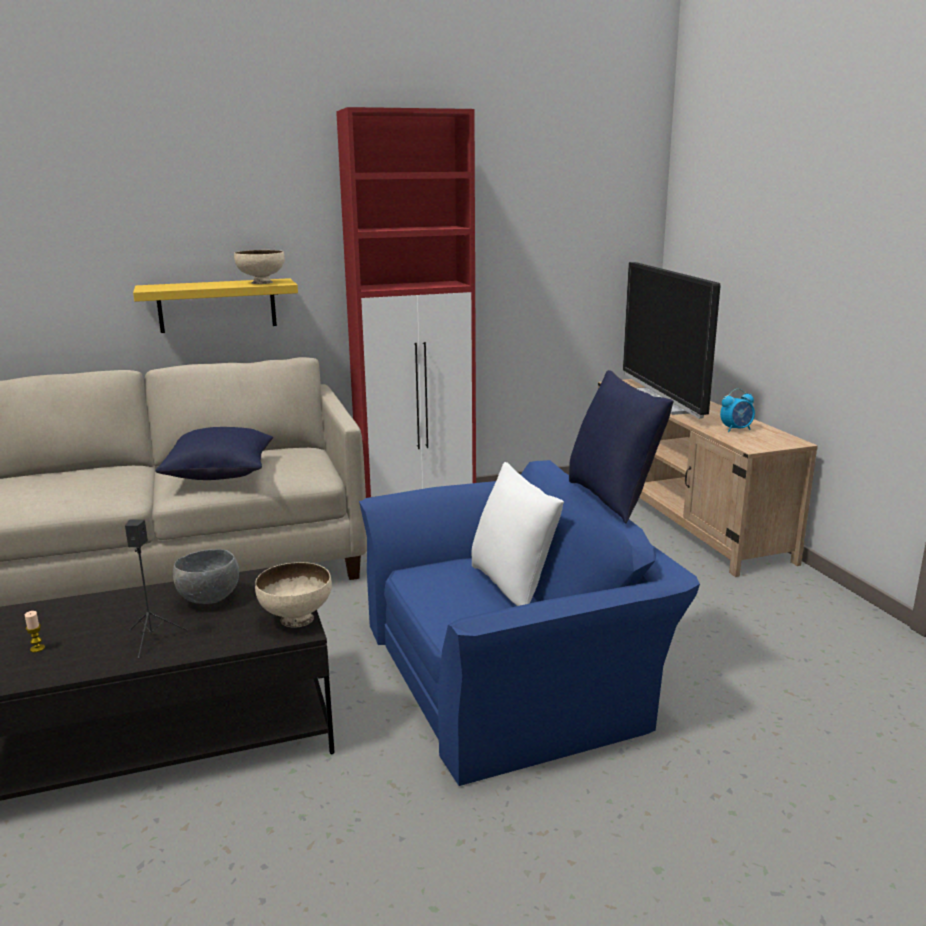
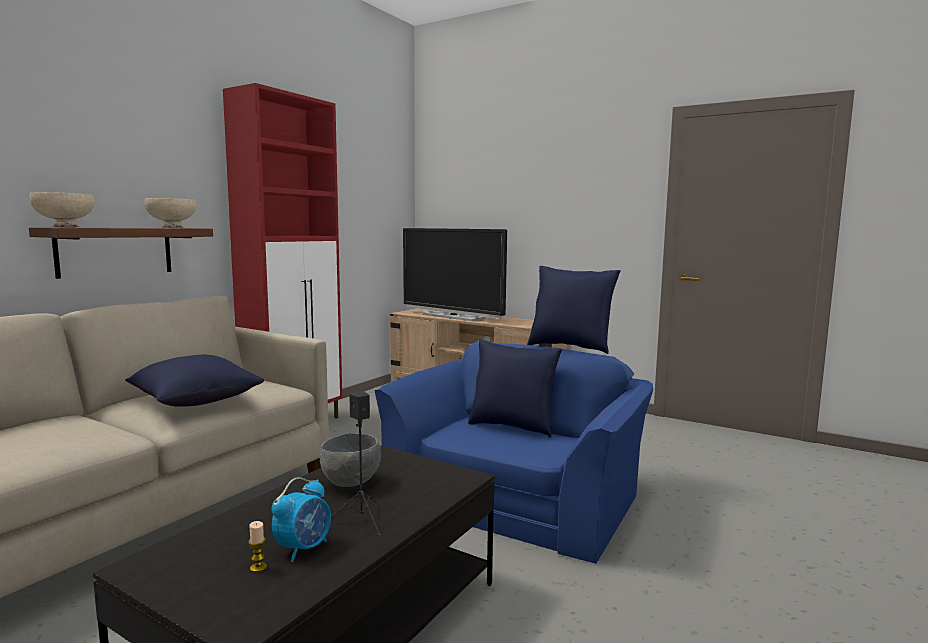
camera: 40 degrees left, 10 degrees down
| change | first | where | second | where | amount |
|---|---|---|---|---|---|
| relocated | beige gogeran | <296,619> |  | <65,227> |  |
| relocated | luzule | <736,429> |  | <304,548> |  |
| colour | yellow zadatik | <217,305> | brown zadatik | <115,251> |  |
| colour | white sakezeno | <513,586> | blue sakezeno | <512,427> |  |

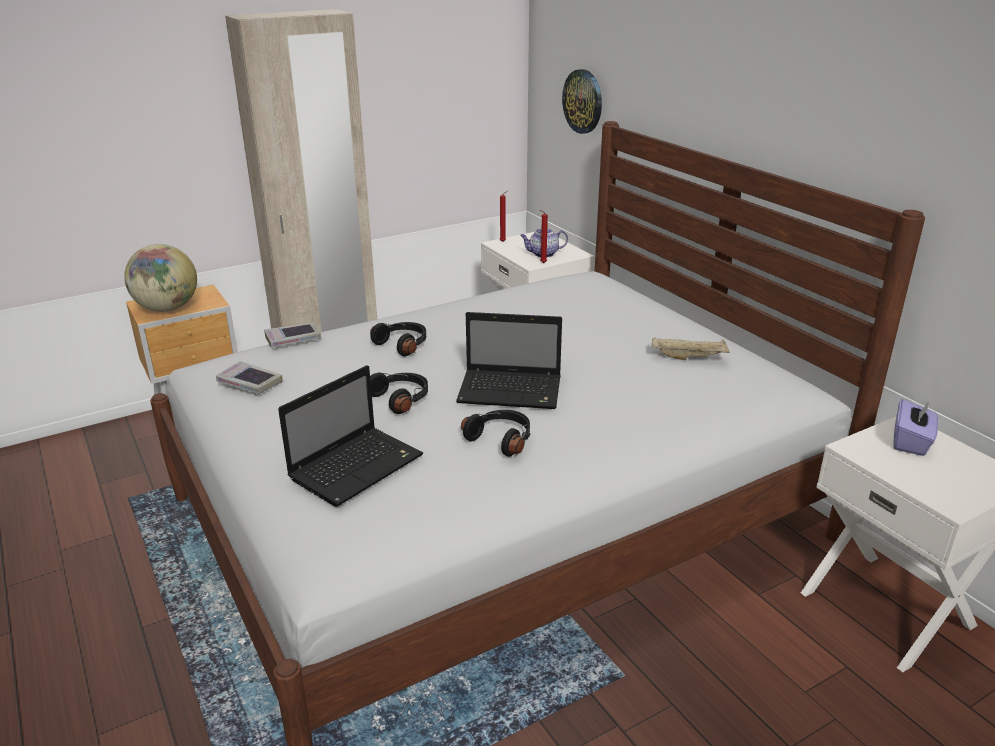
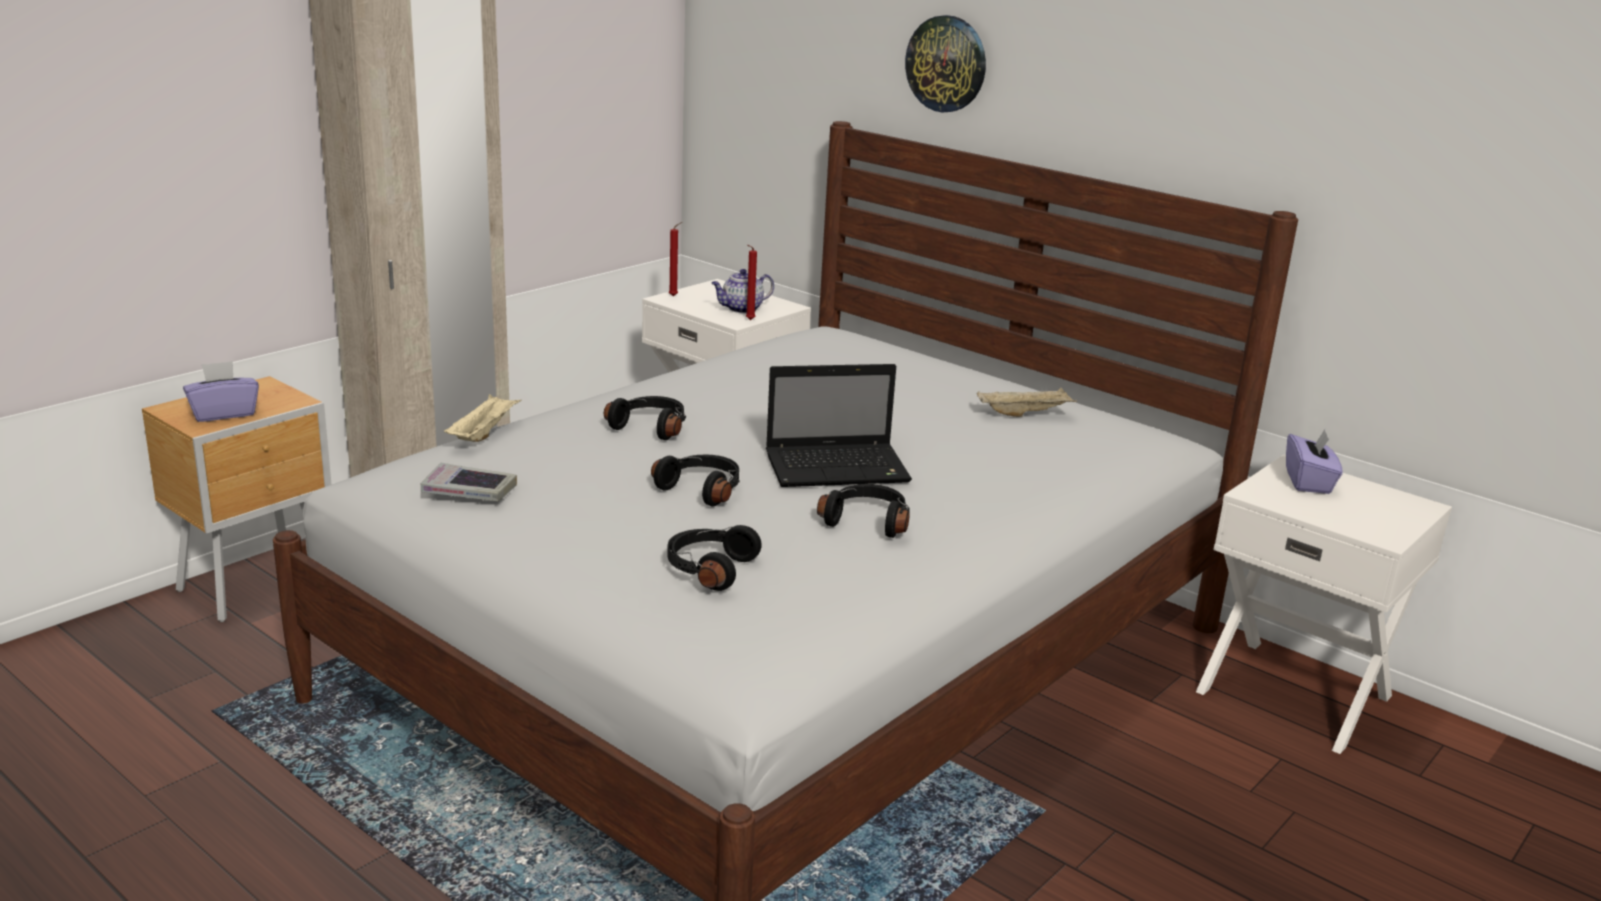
camera: 20 degrees left, 5 degrees down
| change | first | where | second | where | amount |
|---|---|---|---|---|---|
| relocated | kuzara | <583,101> |  | <946,64> |  |
| exchanged | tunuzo | <167,309> | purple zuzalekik | <223,413> |  |
| exchanged | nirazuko | <293,339> | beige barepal | <483,433> |  |
| exchanged | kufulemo | <358,466> | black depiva | <708,569> |  |

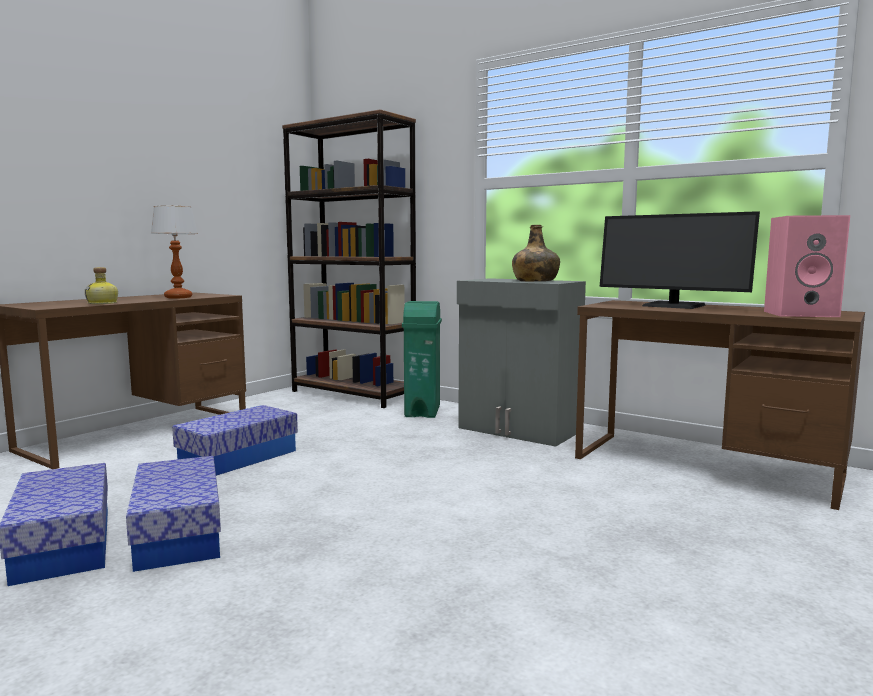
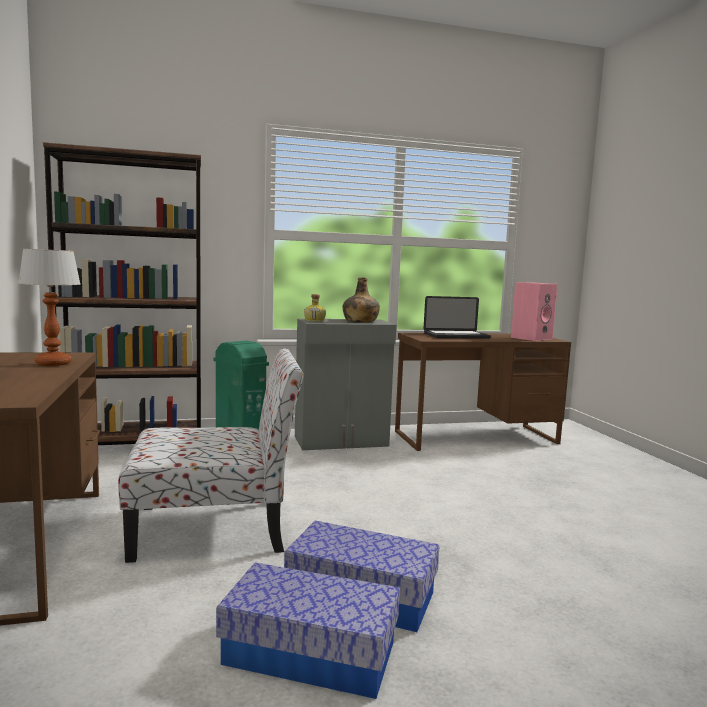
camera: 50 degrees left, 0 degrees up
| change | first | where | second | where | amount |
|---|---|---|---|---|---|
| relocated | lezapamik | <103,303> |  | <315,321> |  |
| exchanged | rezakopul | <238,458> | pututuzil | <214,528> |  |
| exchanged | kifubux | <673,306> | kufulemo | <456,336> |  |

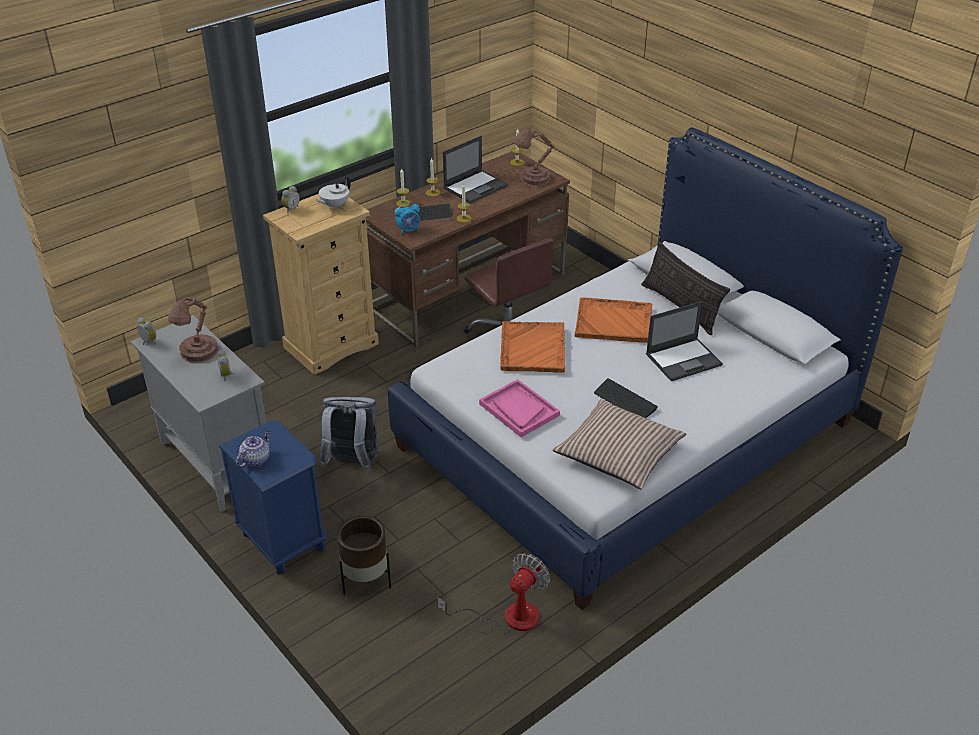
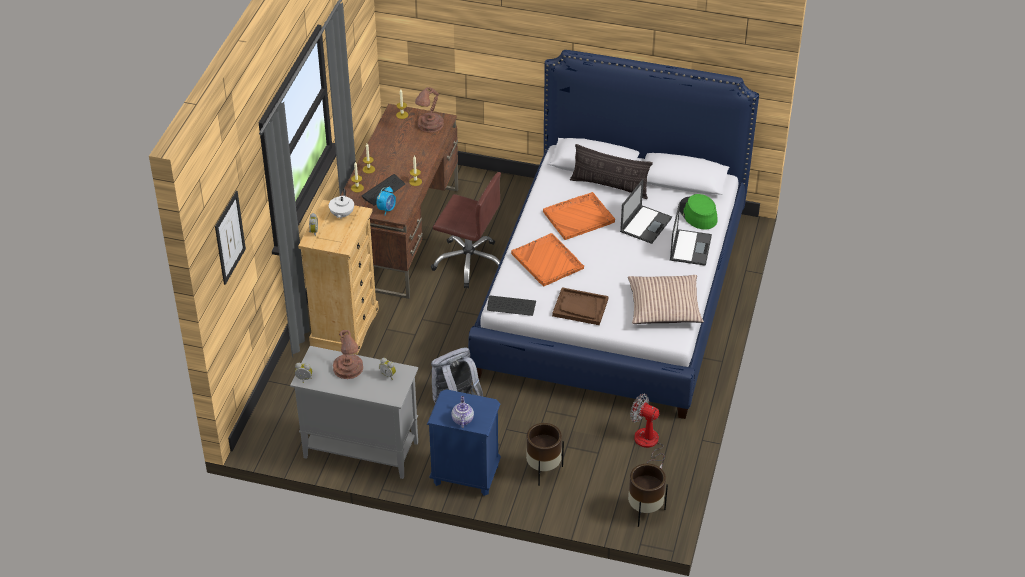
camera: 35 degrees left, 5 degrees up
| change | first | where | second | where | amount |
|---|---|---|---|---|---|
| appeared |  |  | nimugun | <229,237> |  |
| appeared |  |  | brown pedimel | <644,511> |  |
| appeared |  |  | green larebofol | <697,214> |  |
| relocated | kufulemo | <475,187> |  | <690,247> |  |
| relocated | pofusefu | <625,401> |  | <511,306> |  |
| colour | pink barepal | <519,409> | brown barepal | <580,308> |  |
| spun | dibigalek | <508,617> |  | <648,445> | 60 degrees counterclockwise |

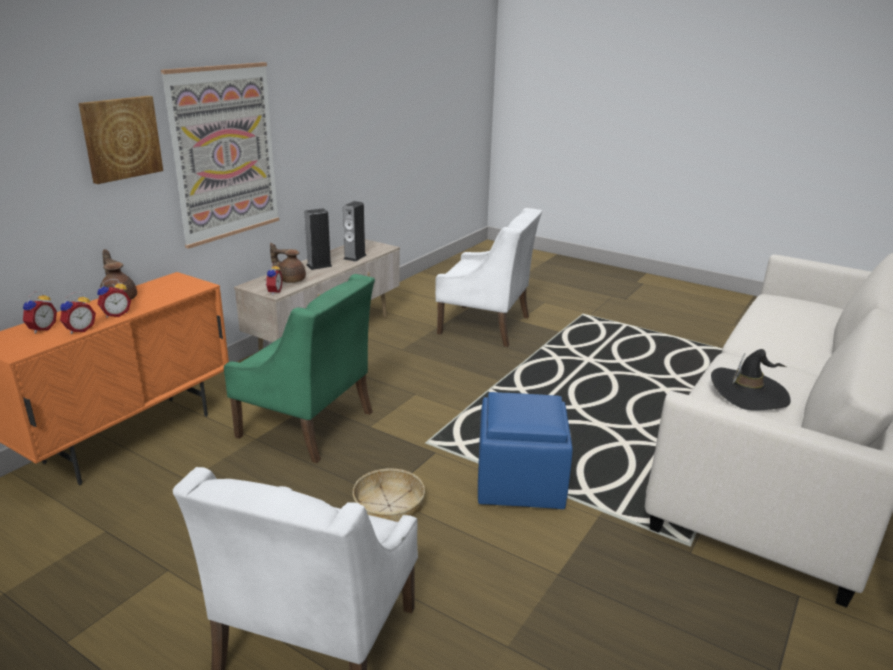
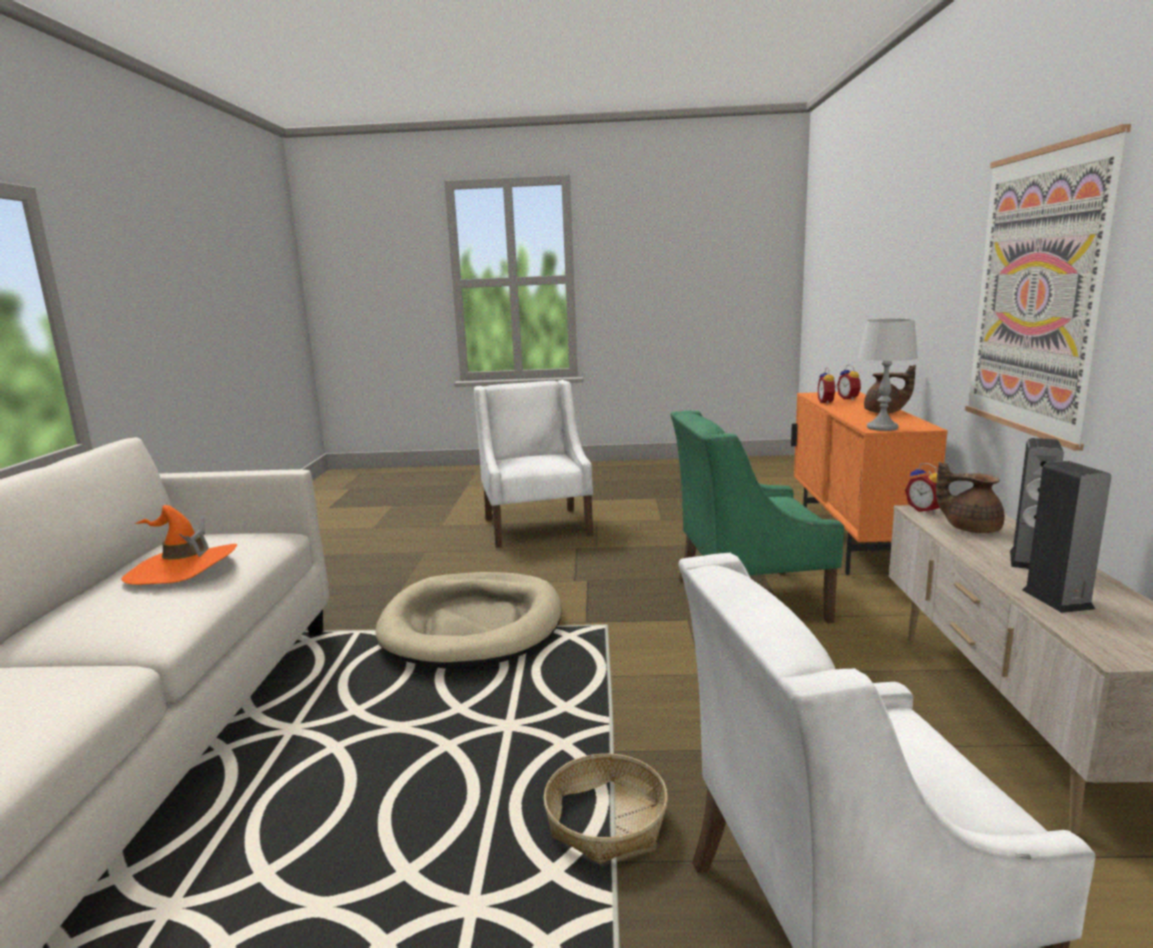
camera: 150 degrees right, 10 degrees down
| change | first | where | second | where | amount |
|---|---|---|---|---|---|
| missing | nimugun | <121,138> |  |  |  |
| missing | luzule | <116,314> |  |  |  |
| appeared |  |  | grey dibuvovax | <881,428> |  |
| relocated | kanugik | <389,505> |  | <605,821> |  |
| exchanged | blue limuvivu | <519,483> | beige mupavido | <473,625> |  |
| colour | black larebofol | <748,392> | orange larebofol | <182,569> |  |
| spun | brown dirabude | <290,279> |  | <970,528> | 135 degrees counterclockwise |

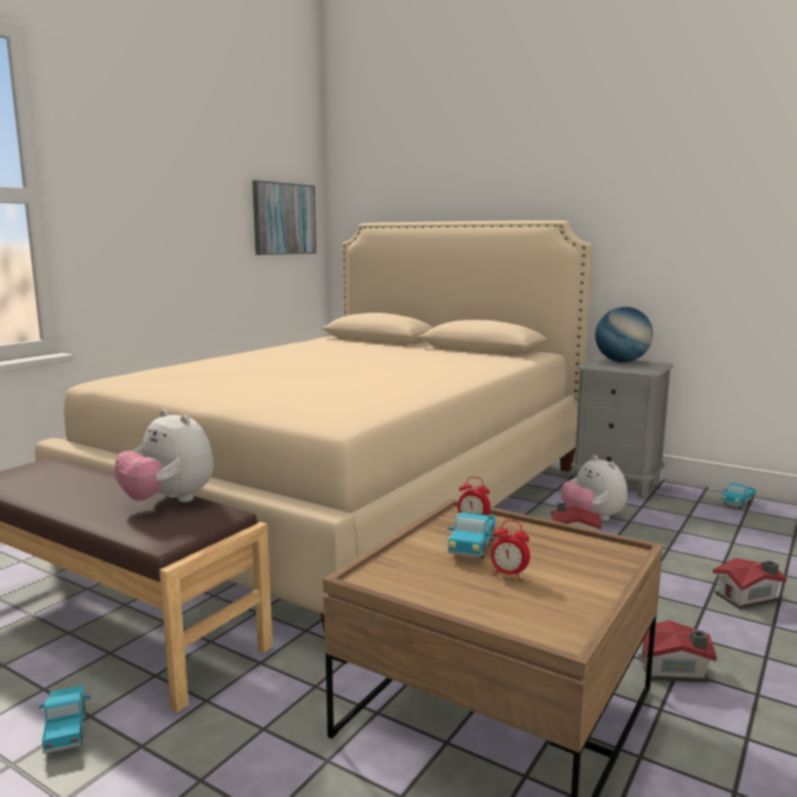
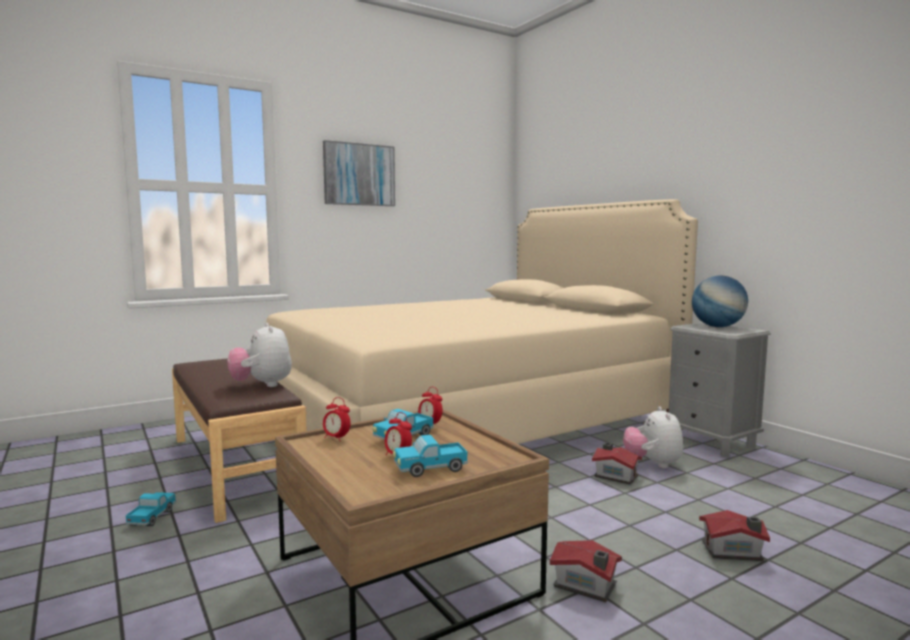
camera: 25 degrees right, 5 degrees down
| change | first | where | second | where | amount |
|---|---|---|---|---|---|
| appeared |  |  | luzule | <336,438> |  |
| relocated | nimugun | <284,219> |  | <359,174> |  |
| relocated | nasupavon | <737,503> |  | <430,469> |  |

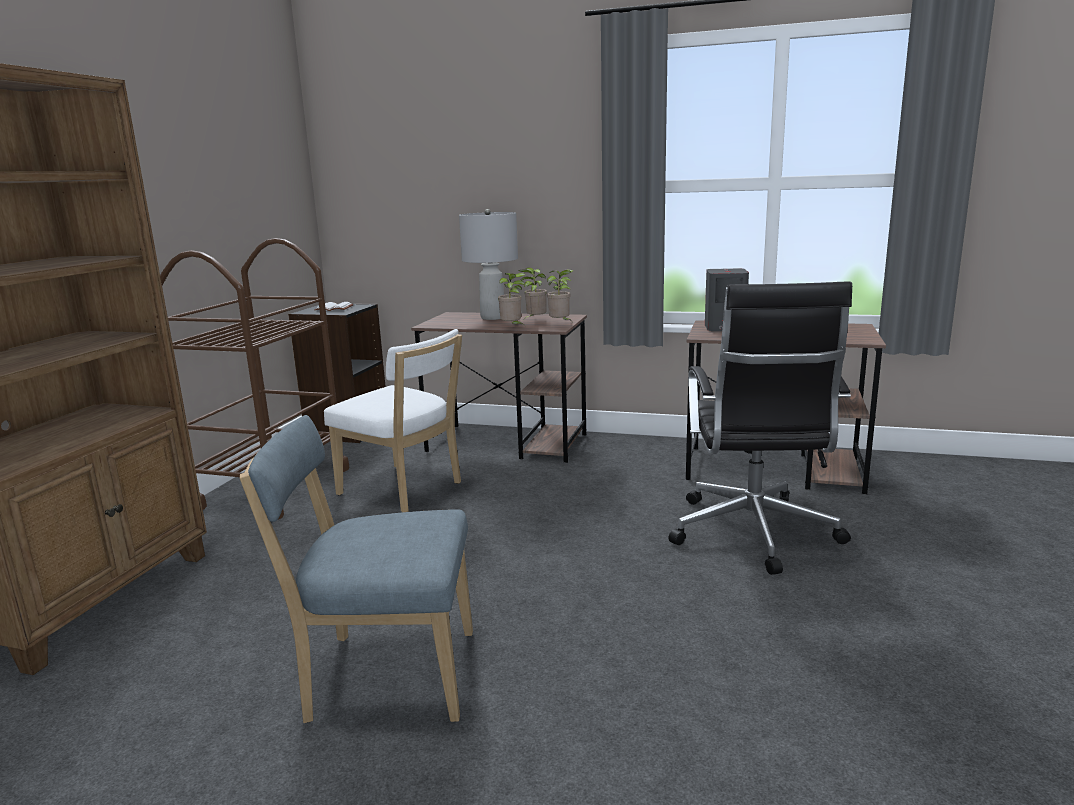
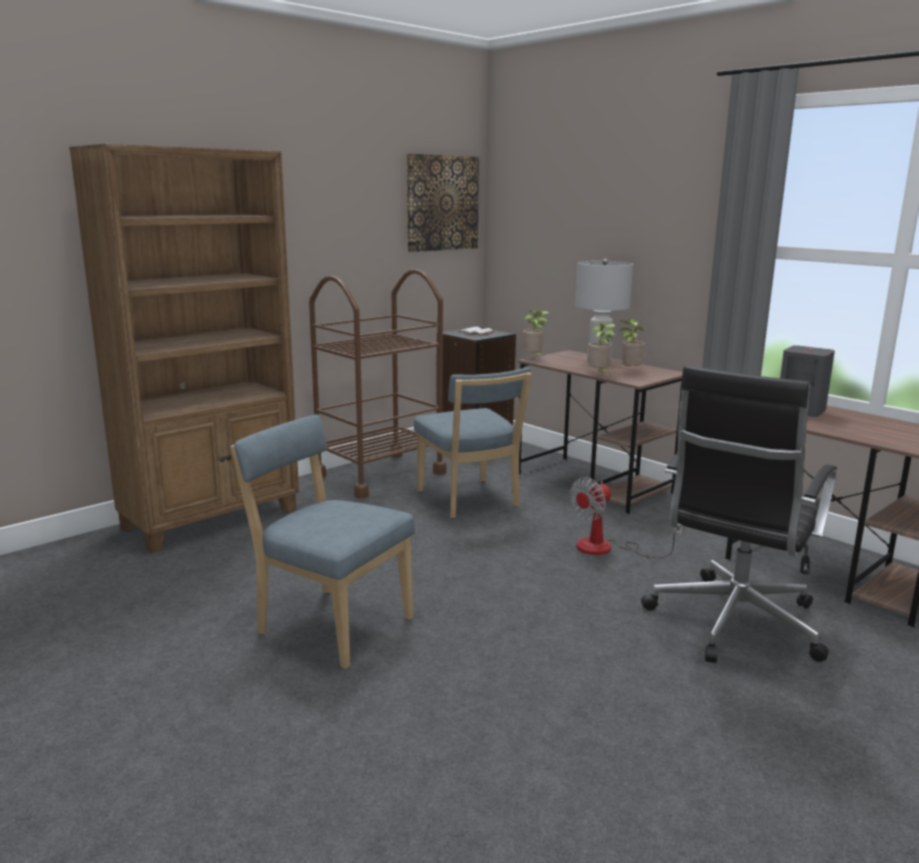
camera: 30 degrees right, 0 degrees up
| change | first | where | second | where | amount |
|---|---|---|---|---|---|
| appeared |  |  | nimugun | <442,203> |  |
| appeared |  |  | dibigalek | <607,548> |  |
| relocated | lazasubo | <561,324> |  | <533,358> |  |
| colour | white pututuzil | <404,490> | blue pututuzil | <470,501> |  |

